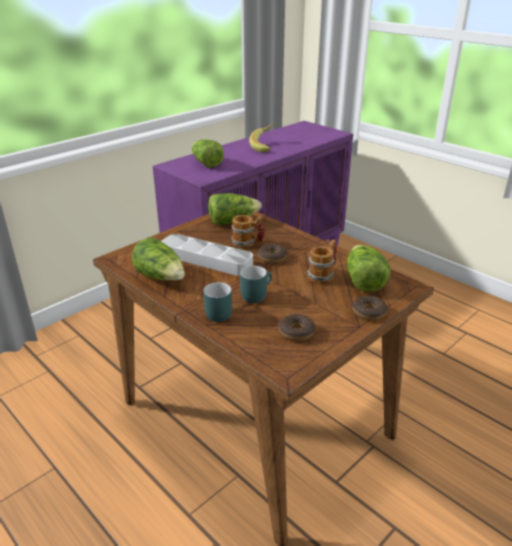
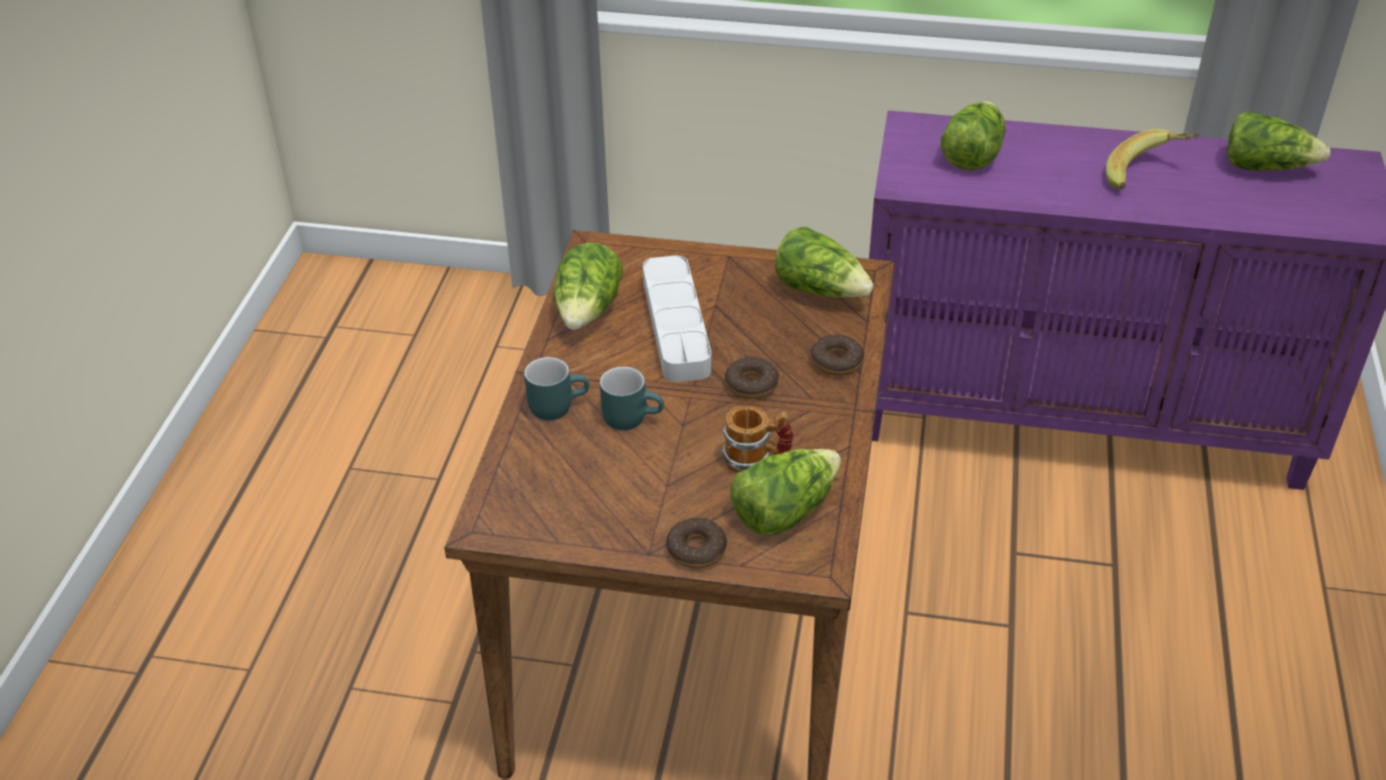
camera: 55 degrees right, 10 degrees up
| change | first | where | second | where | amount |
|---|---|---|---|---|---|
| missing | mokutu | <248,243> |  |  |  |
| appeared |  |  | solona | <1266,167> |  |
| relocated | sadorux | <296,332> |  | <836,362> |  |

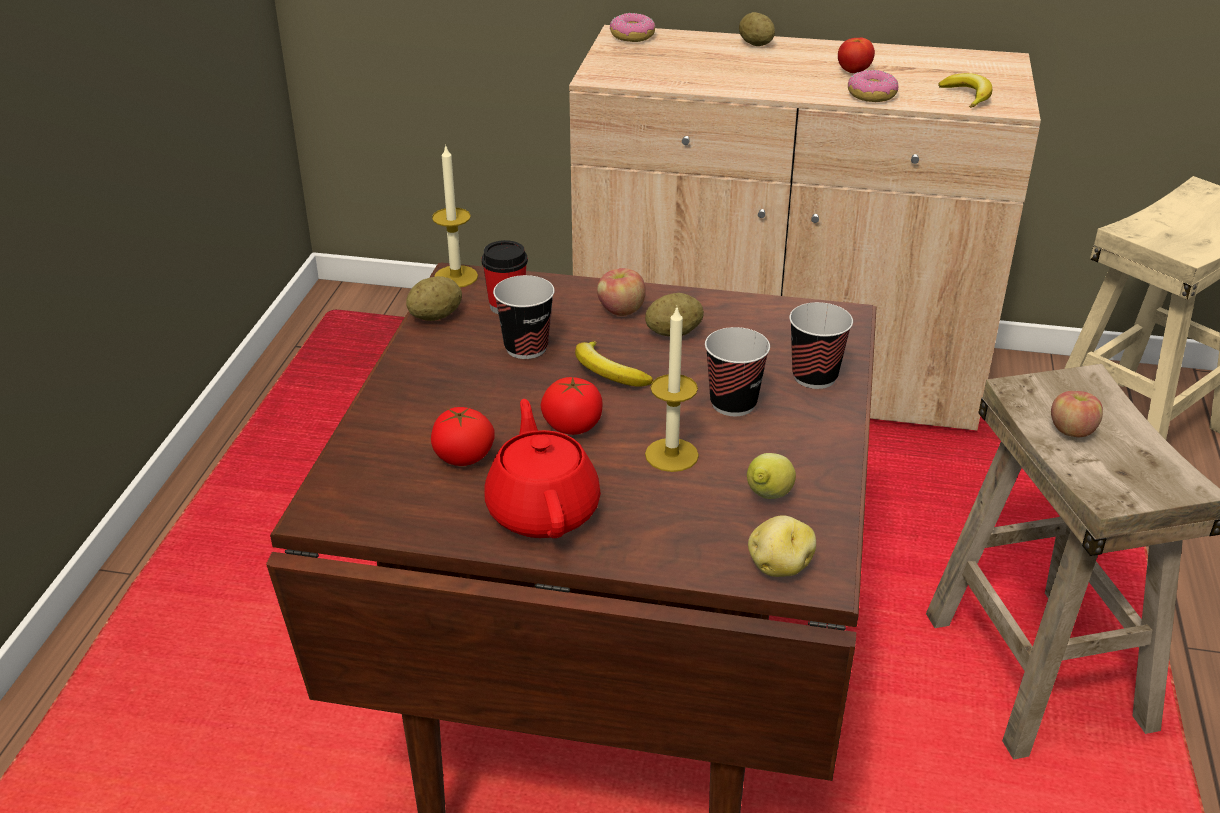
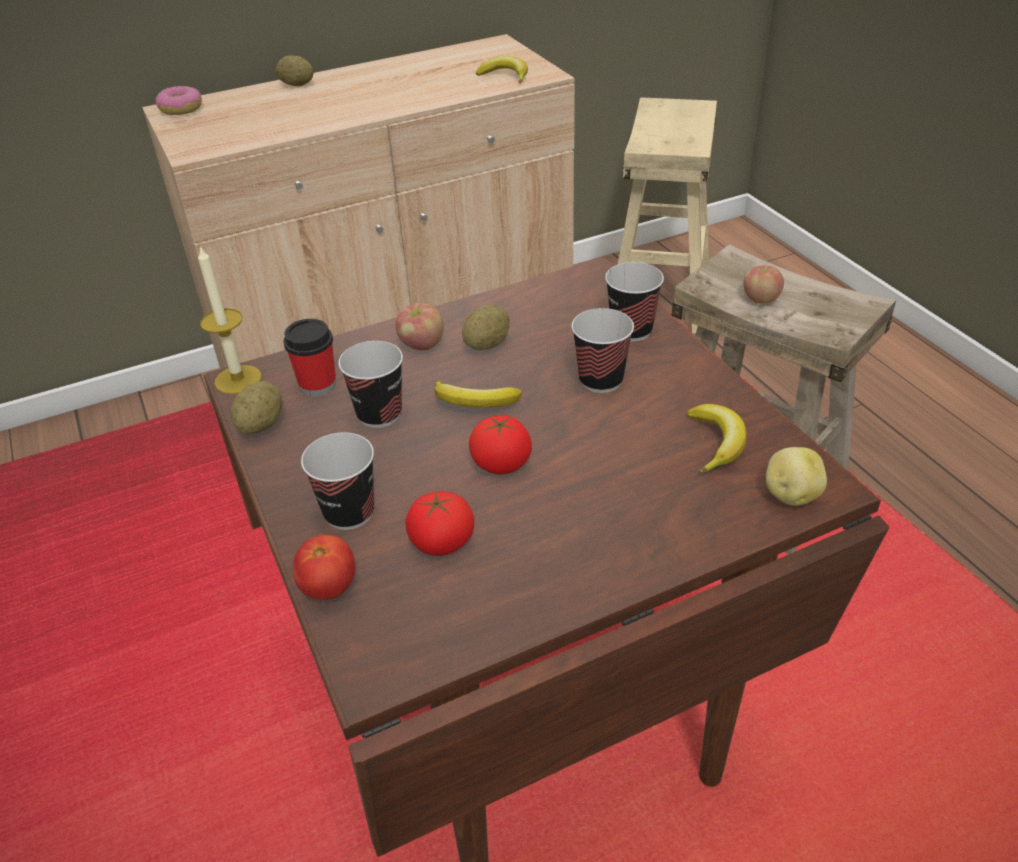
camera: 35 degrees left, 5 degrees up
| change | first | where | second | where | amount |
|---|---|---|---|---|---|
| missing | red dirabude | <543,510> |  |  |  |
| missing | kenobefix | <671,455> |  |  |  |
| missing | sadorux | <872,95> |  |  |  |
| appeared |  |  | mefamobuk | <349,512> |  |
| relocated | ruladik | <854,71> |  | <329,587> |  |
| exchanged | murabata | <767,497> | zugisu | <716,443> |  |

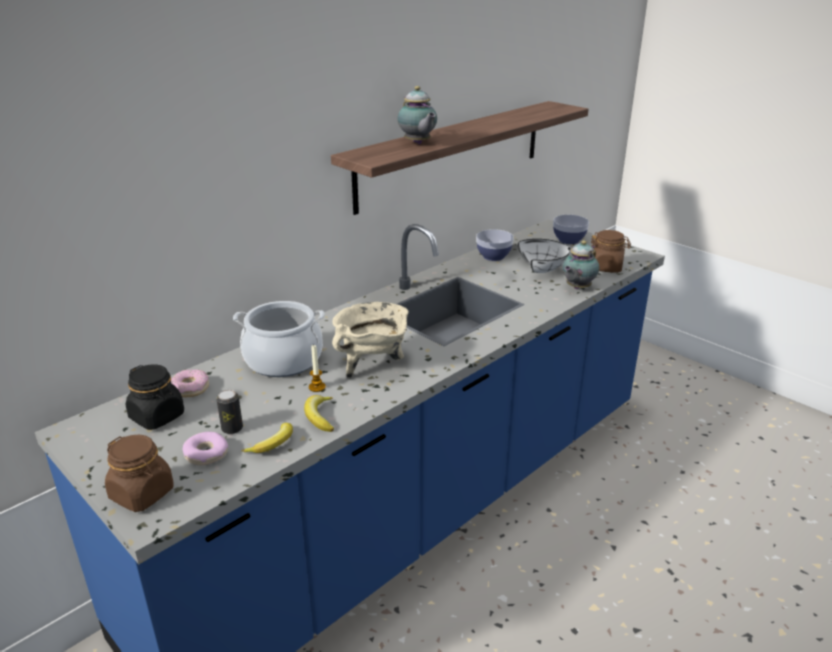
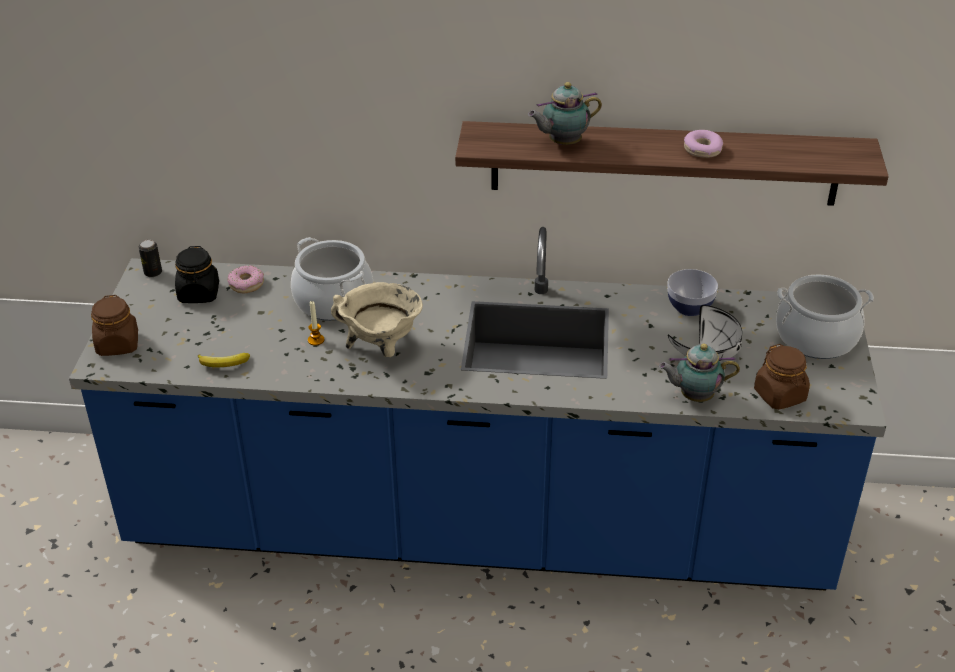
camera: 50 degrees right, 10 degrees up
| change | first | where | second | where | amount |
|---|---|---|---|---|---|
| missing | zugisu | <320,417> |  |  |  |
| relocated | sadorux | <206,454> |  | <702,150> |  |
| relocated | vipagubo | <232,428> |  | <153,273> |  |
| exchanged | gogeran | <568,240> | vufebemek | <816,337> |  |
| spun | dirabude | <417,143> |  | <562,143> | 45 degrees clockwise |

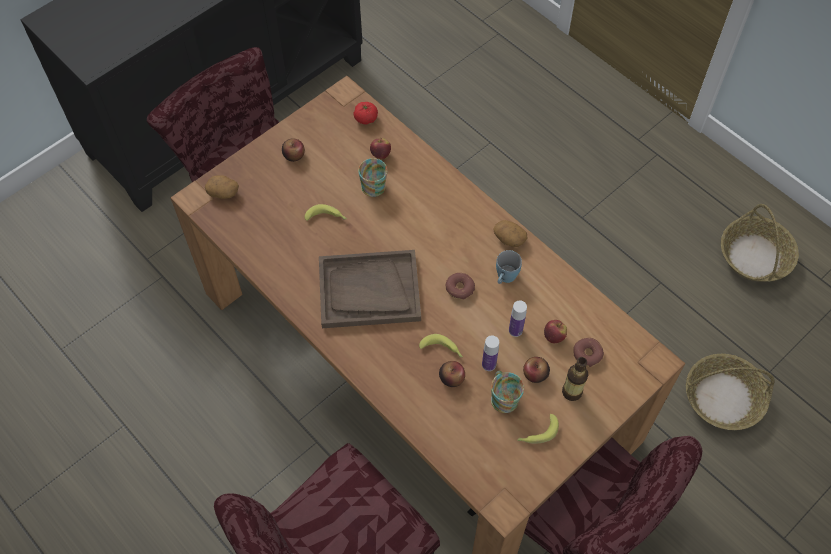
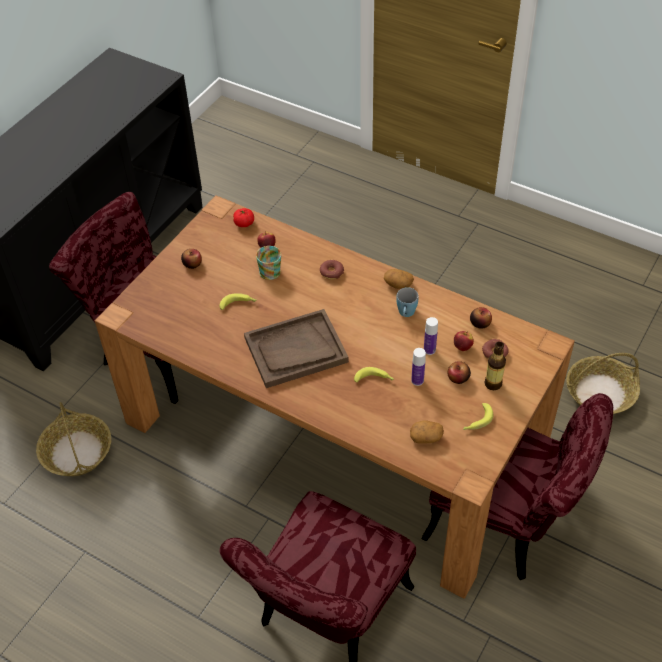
camera: 15 degrees left, 10 degrees down
| change | first | where | second | where | amount |
|---|---|---|---|---|---|
| missing | mokutu | <503,396> |  |  |  |
| relocated | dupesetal | <223,192> |  | <426,437> |  |
| relocated | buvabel | <451,378> |  | <480,323> |  |
| relocated | sadorux | <459,288> |  | <331,272> |  |
| relocated | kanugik | <755,256> |  | <77,452> |  |

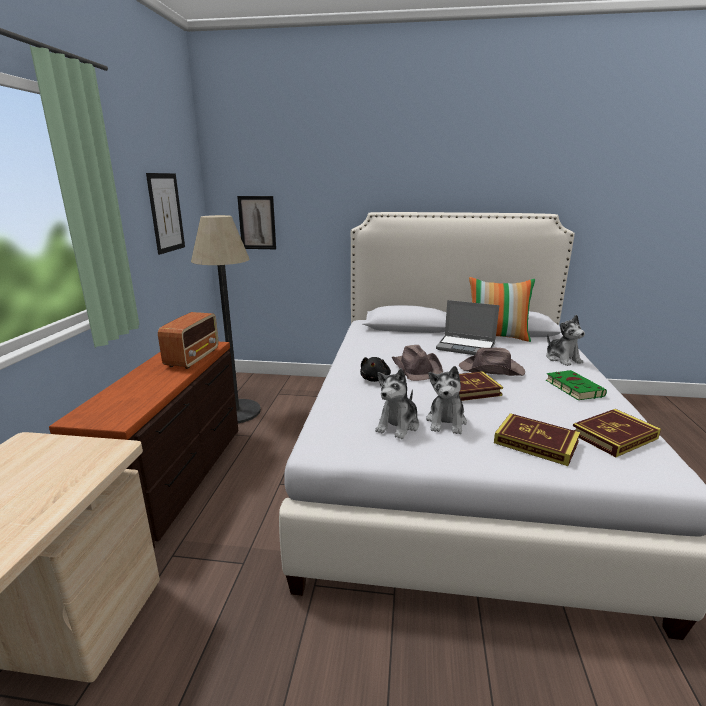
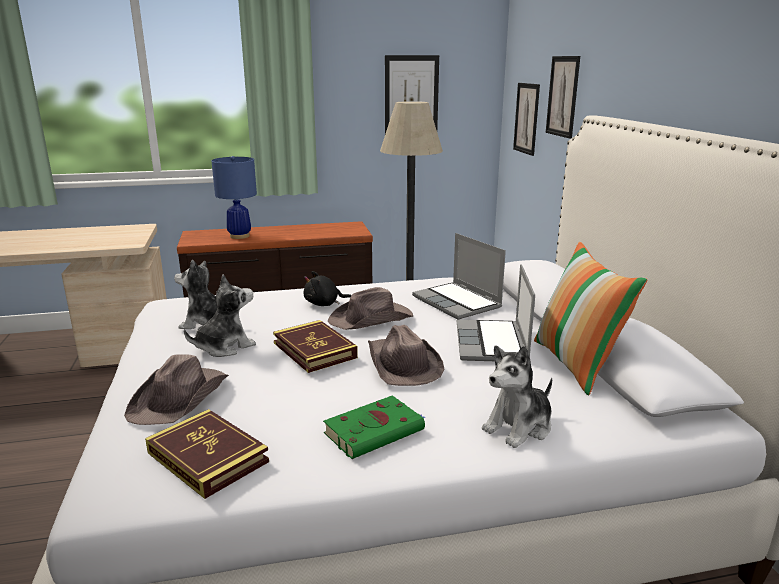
camera: 70 degrees right, 0 degrees up
| change | first | where | second | where | amount |
|---|---|---|---|---|---|
| missing | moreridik | <193,358> |  |  |  |
| appeared |  |  | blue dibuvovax | <240,236> |  |
| appeared |  |  | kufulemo | <458,302> |  |
| appeared |  |  | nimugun | <562,96> |  |
| exchanged | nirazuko | <536,442> | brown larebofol | <180,397> |  |
| spun | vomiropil | <446,422> |  | <225,347> | 150 degrees clockwise |

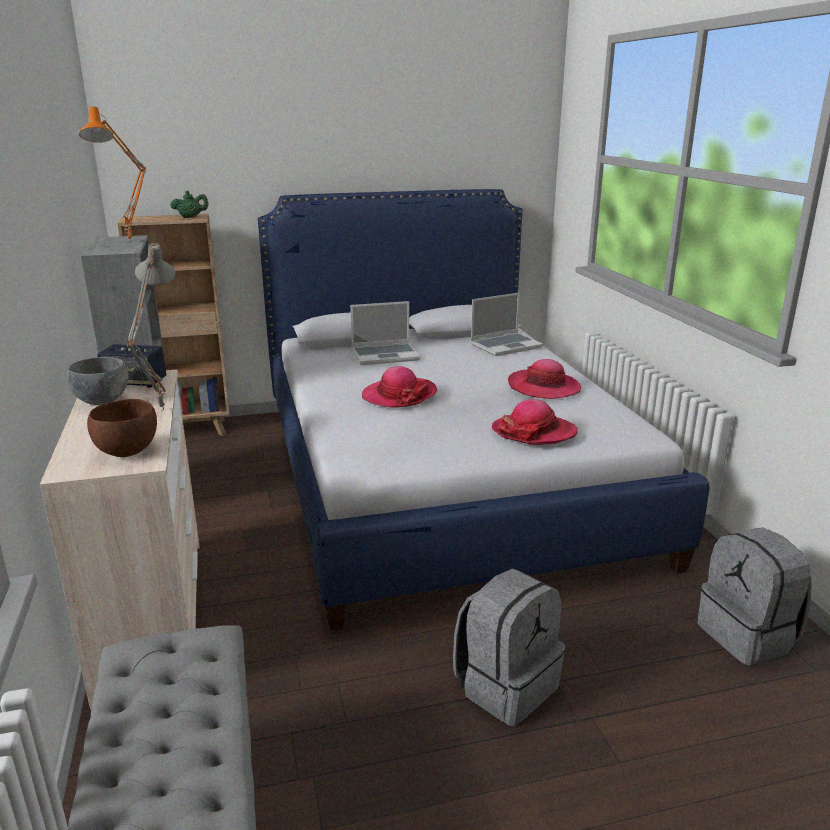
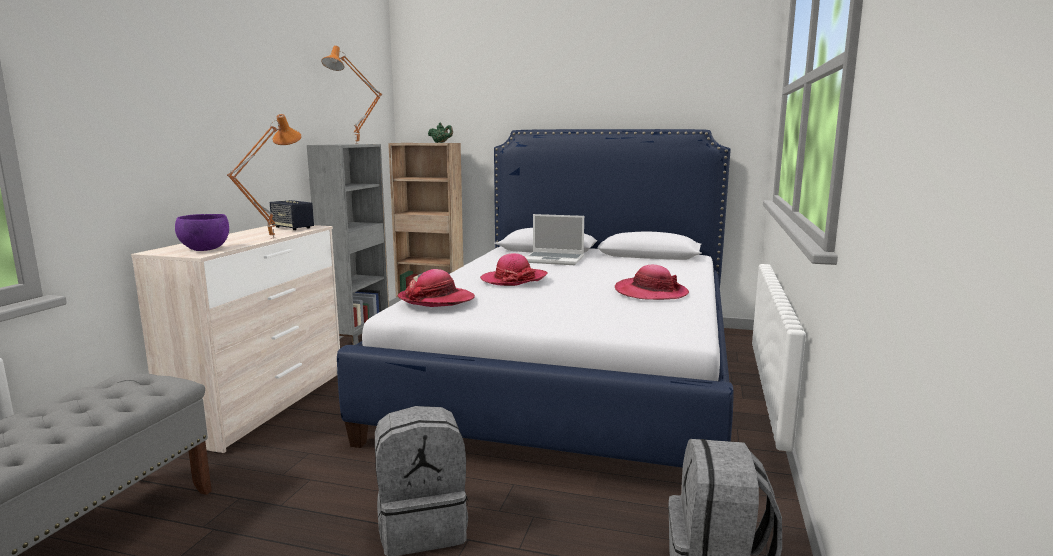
camera: 30 degrees right, 10 degrees down
| change | first | where | second | where | amount |
|---|---|---|---|---|---|
| missing | grey gogeran | <101,401> |  |  |  |
| missing | kufulemo | <506,345> |  |  |  |
| relocated | larebofol | <534,432> |  | <436,300> |  |
| colour | brown gogeran | <126,451> | purple gogeran | <204,249> |  |
| colour | grey dibuvovax | <159,410> | orange dibuvovax | <271,238> |  |

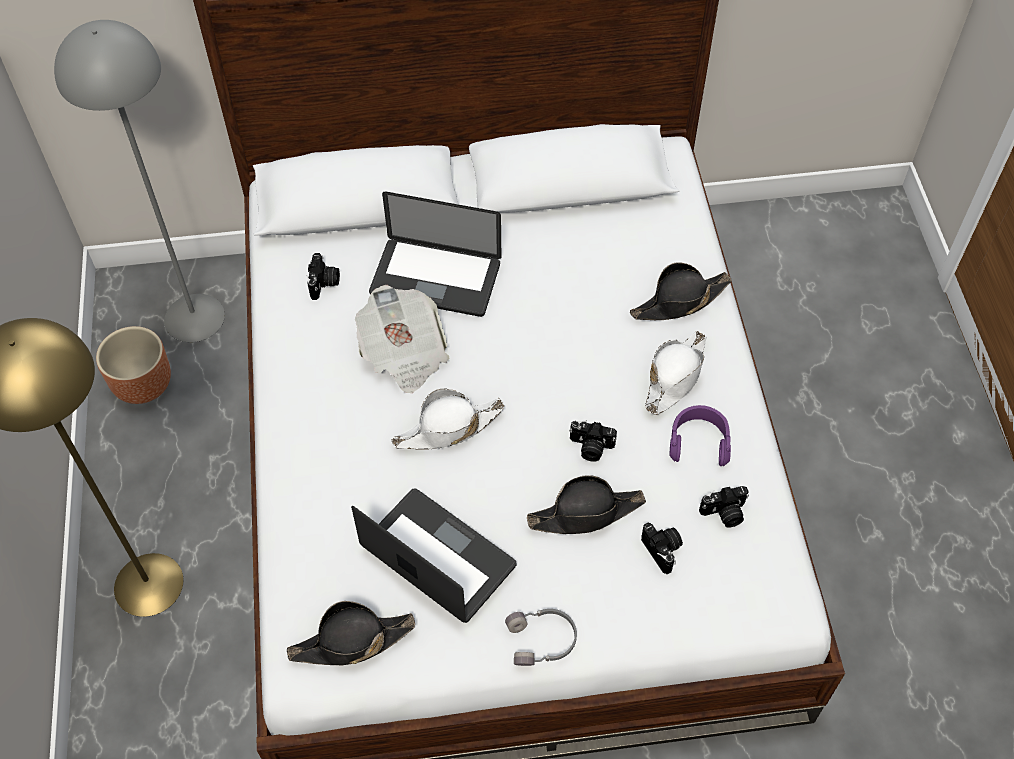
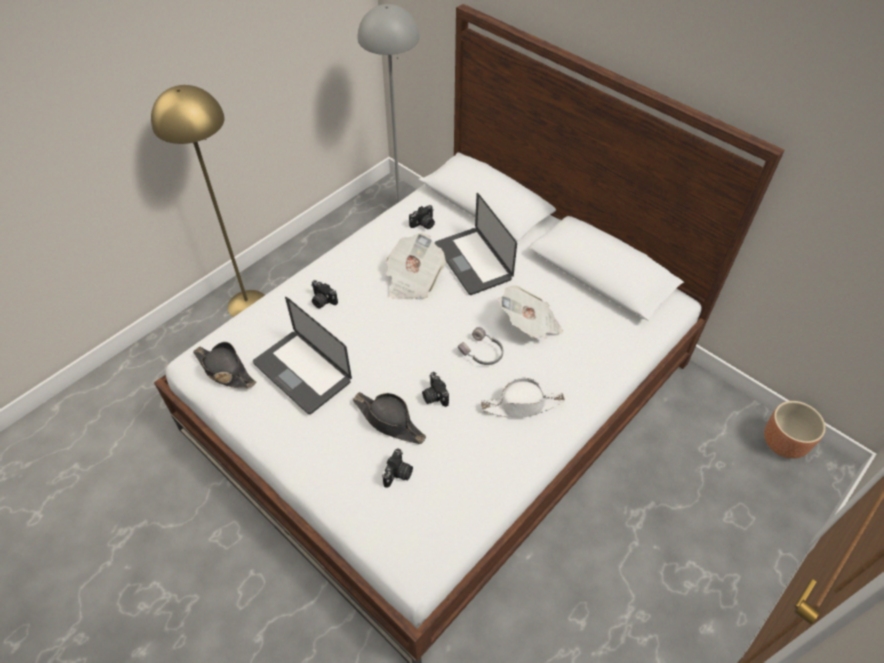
camera: 50 degrees right, 5 degrees down
| change | first | where | second | where | amount |
|---|---|---|---|---|---|
| missing | white larebofol | <448,428> |  |  |  |
| missing | black larebofol | <679,301> |  |  |  |
| missing | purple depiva | <699,441> |  |  |  |
| appeared |  |  | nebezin | <530,324> |  |
| relocated | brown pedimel | <144,384> |  | <784,443> |  |
| relocated | grey depiva | <542,641> |  | <482,352> |  |
| relocated | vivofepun | <724,514> |  | <322,301> |  |
| spun | kufulemo | <438,557> |  | <302,372> | 135 degrees clockwise |

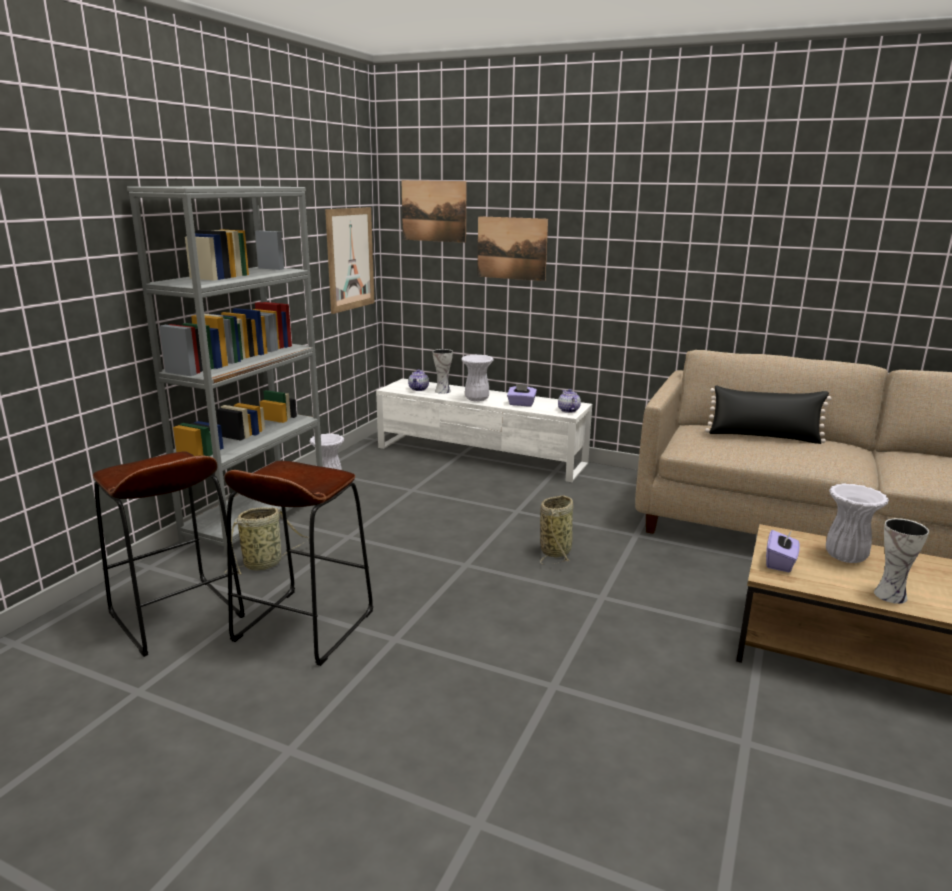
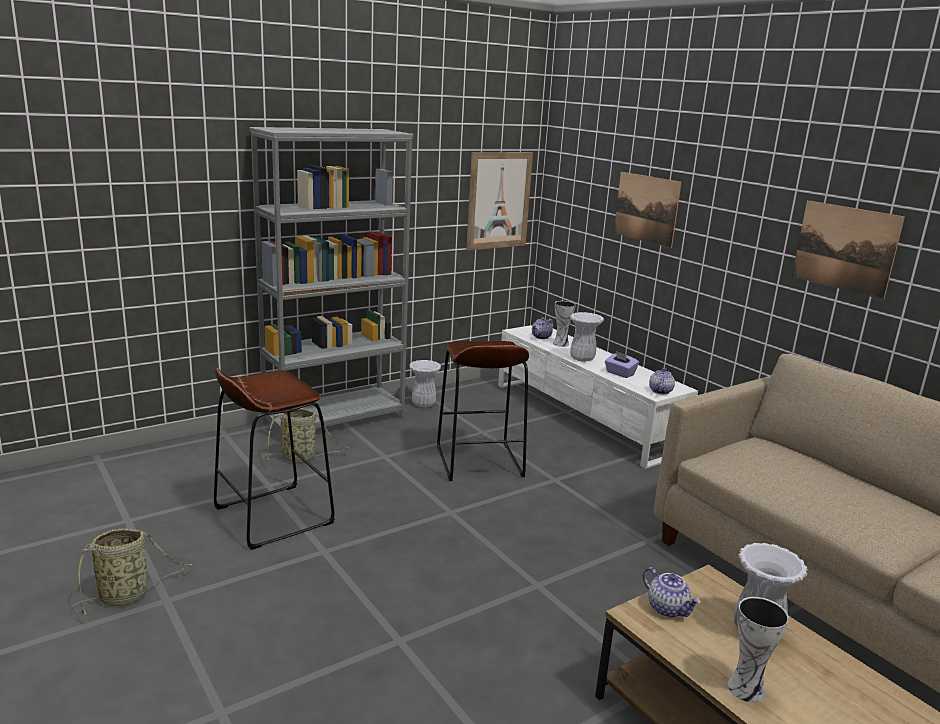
camera: 30 degrees right, 0 degrees up
| change | first | where | second | where | amount |
|---|---|---|---|---|---|
| missing | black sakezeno | <764,437> |  |  |  |
| relocated | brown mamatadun | <176,615> |  | <479,462> |  |
| relocated | nimugun | <433,211> |  | <845,248> |  |
| relocated | kanugik | <556,550> |  | <127,596> |  |
| exchanged | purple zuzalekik | <780,563> | dirabude | <668,608> |  |

